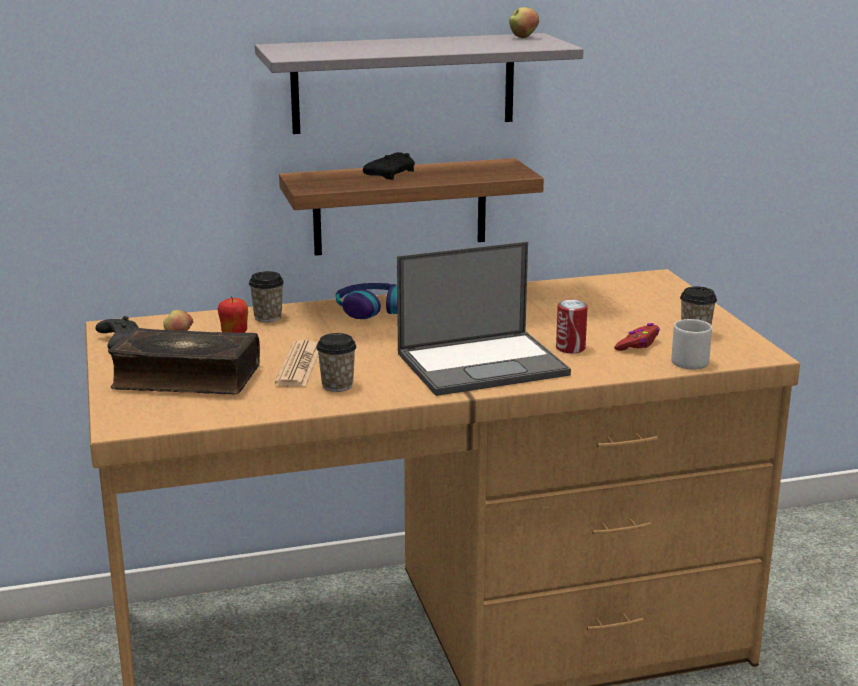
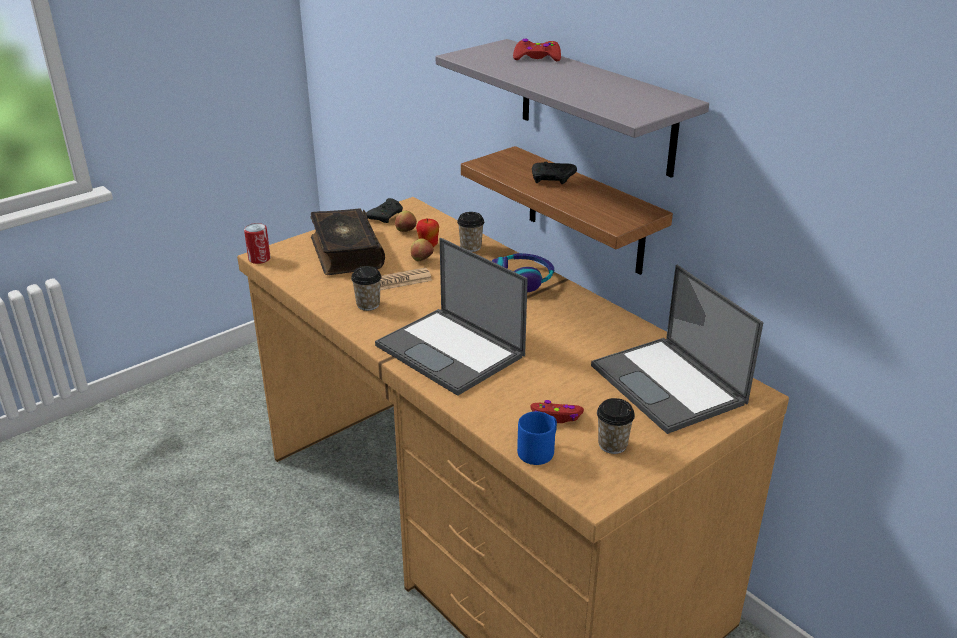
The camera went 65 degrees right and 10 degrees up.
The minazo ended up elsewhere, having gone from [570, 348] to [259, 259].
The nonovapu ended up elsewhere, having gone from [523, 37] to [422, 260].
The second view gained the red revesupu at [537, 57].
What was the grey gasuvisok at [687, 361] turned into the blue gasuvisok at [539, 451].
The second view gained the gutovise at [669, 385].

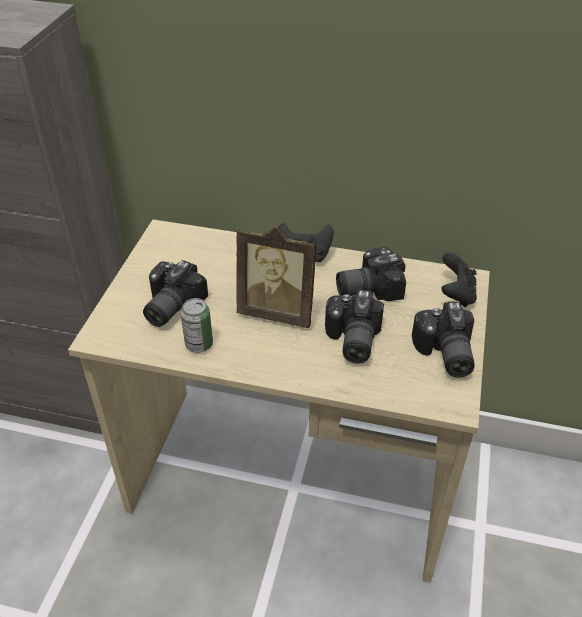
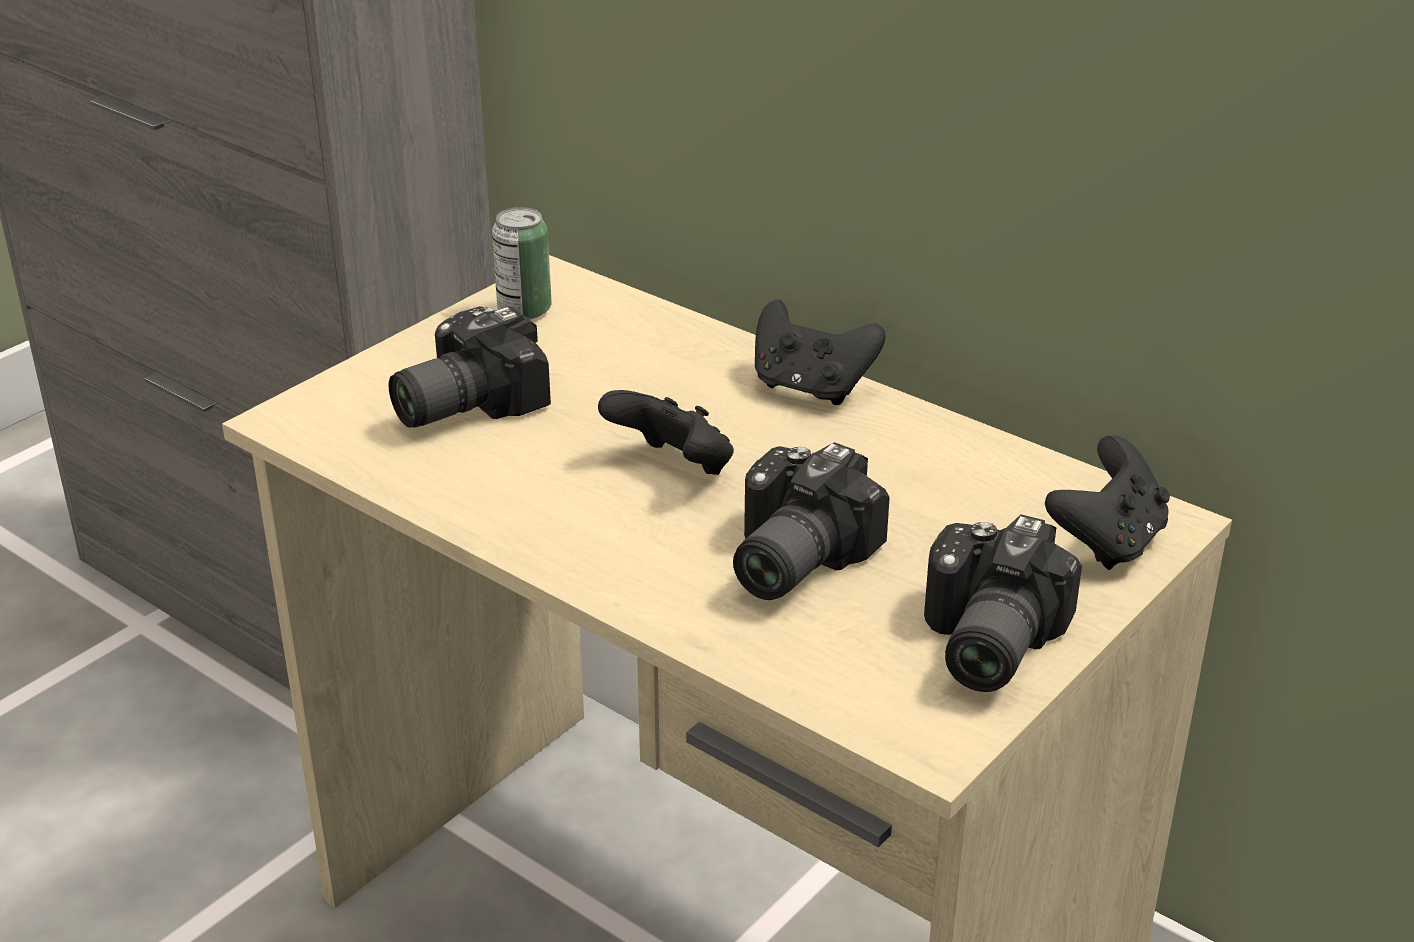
The camera went 25 degrees right and 10 degrees down.
The minazo ended up elsewhere, having gone from [199, 344] to [524, 310].
Where the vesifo stood at [278, 311], the black revesupu came to stand at [673, 468].
The second view lost the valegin at [366, 287].

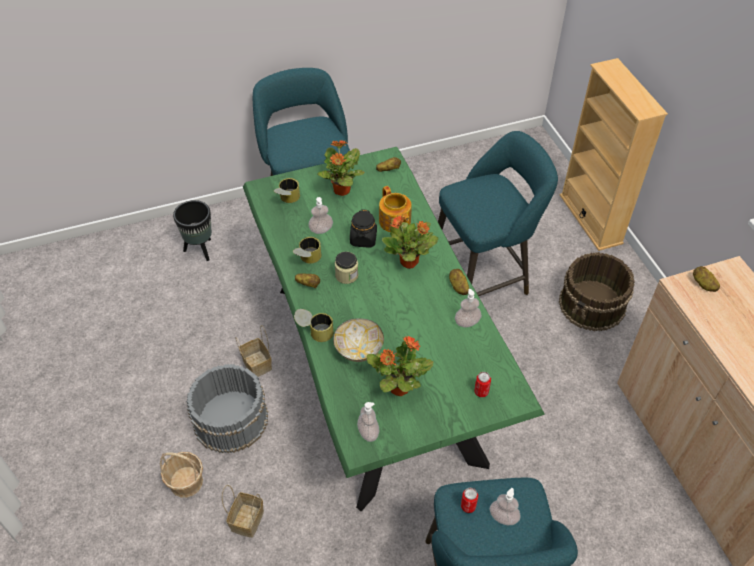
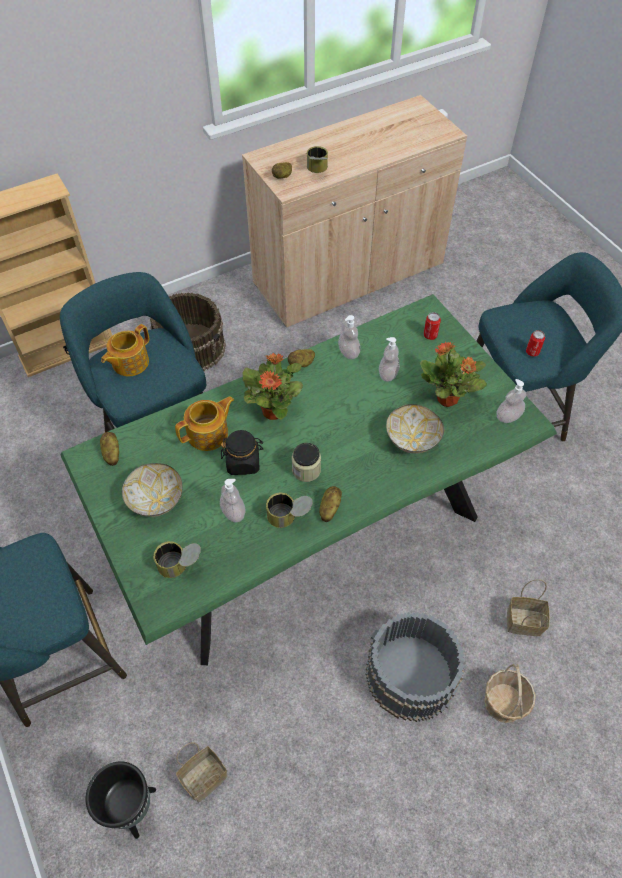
The camera went 100 degrees left and 5 degrees up.
The second view gained the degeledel at [129, 362].
Where the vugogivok stood at [341, 191], the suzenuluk came to stand at [156, 501].
The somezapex ended up elsewhere, having gone from [256, 364] to [204, 779].
The minazo ended up elsewhere, having gone from [315, 332] to [317, 170].
The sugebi ended up elsewhere, having gone from [503, 517] to [388, 374].

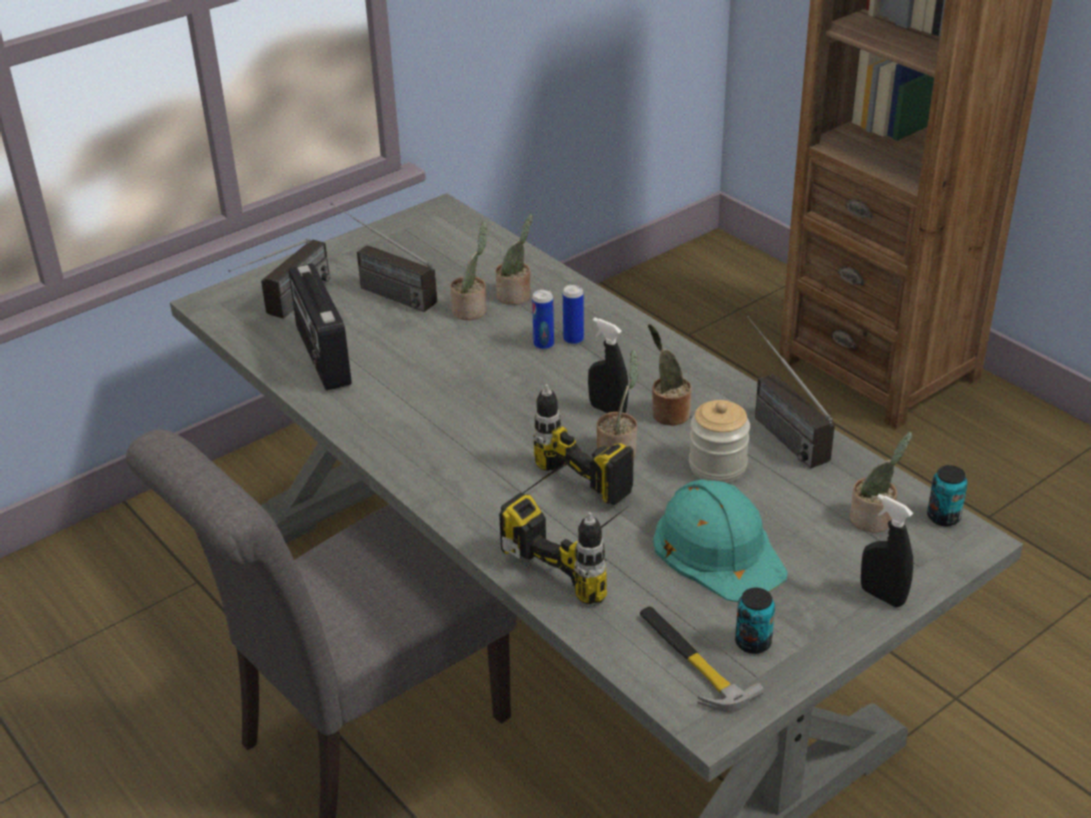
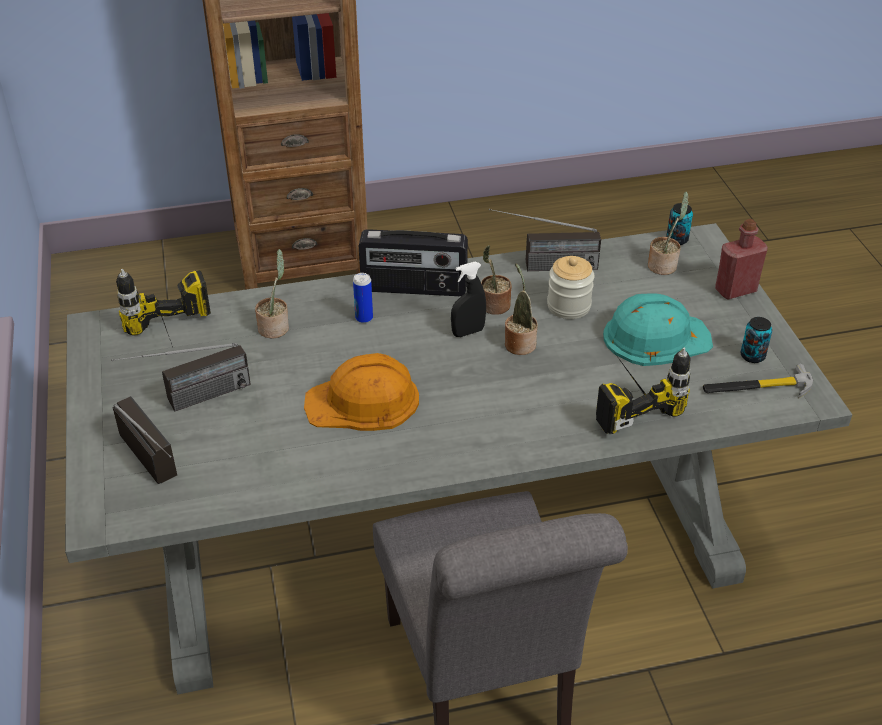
The camera went 65 degrees left and 5 degrees up.
The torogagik ended up elsewhere, having gone from [553, 501] to [173, 341].
The second view gained the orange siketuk at [363, 402].
The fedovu ended up elsewhere, having gone from [322, 357] to [414, 288].
Where the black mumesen stood at [882, 596], the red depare came to stand at [735, 290].
The second view lost the vugogivok at [472, 310].
The second view lost the minazo at [543, 345].

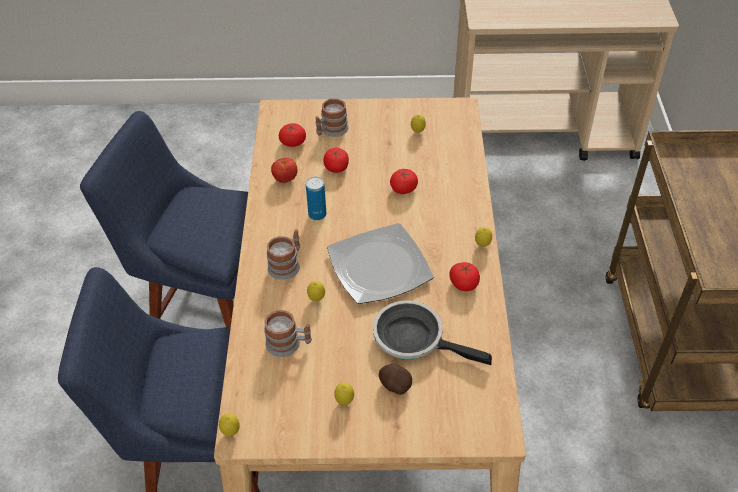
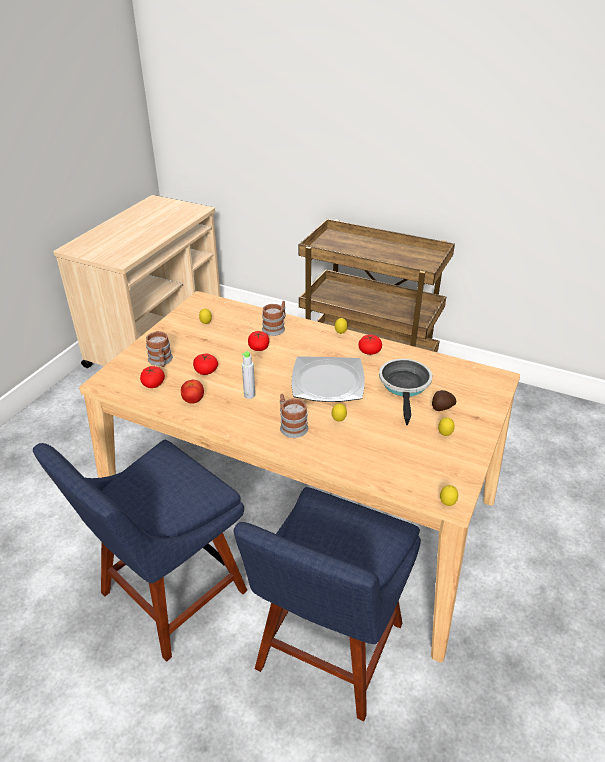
The camera went 65 degrees left and 10 degrees down.
Where the minazo stood at [317, 214], the grey depare came to stand at [249, 395].
The gasuvisok ended up elsewhere, having gone from [289, 344] to [276, 327].
The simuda at [414, 339] ended up facing another way, 135 degrees clockwise from before.

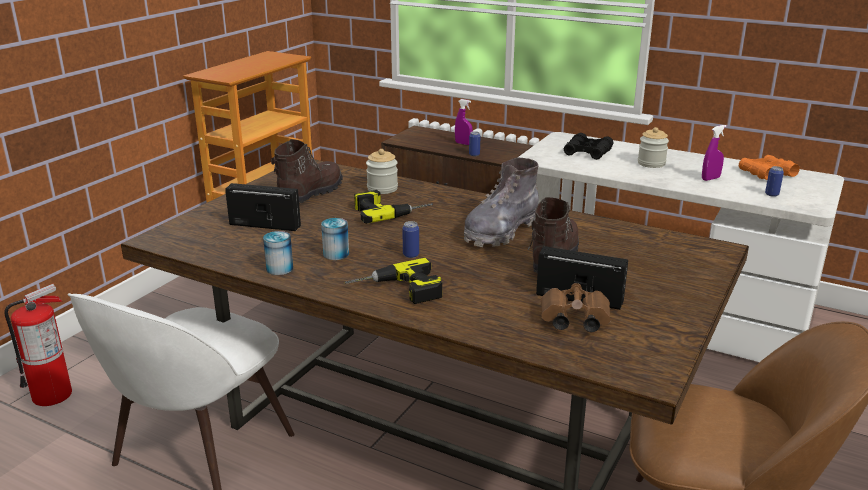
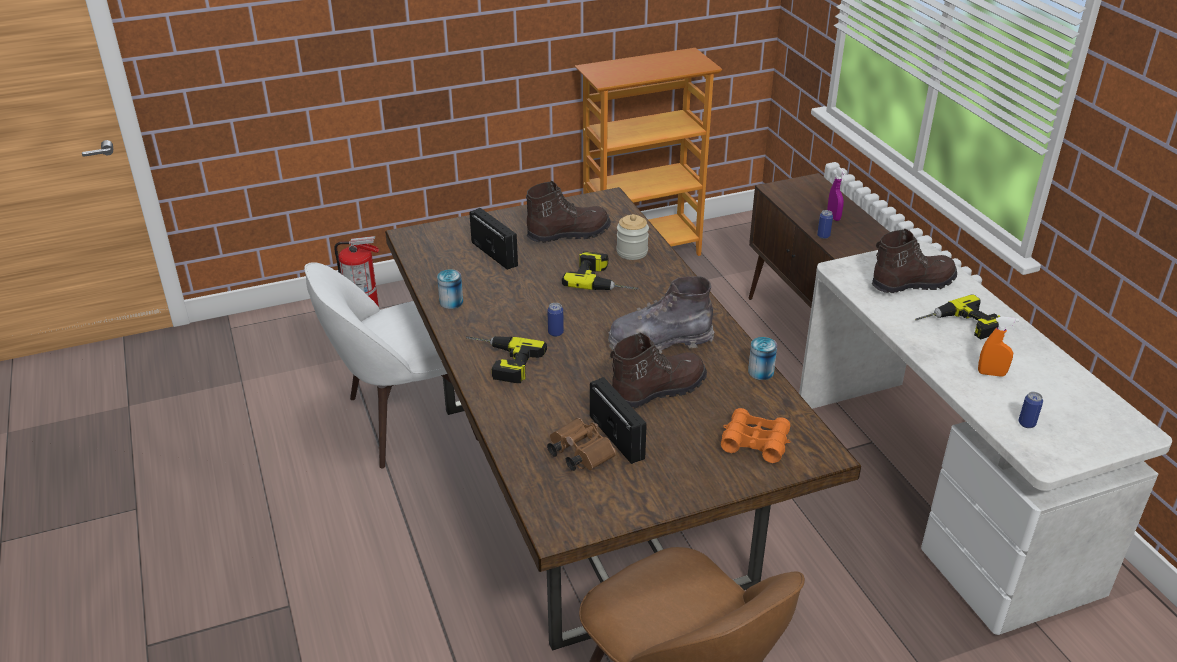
The camera went 40 degrees right and 10 degrees up.
The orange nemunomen ended up elsewhere, having gone from [766, 174] to [755, 442].
The minazo ended up elsewhere, having gone from [336, 254] to [761, 372].
Where the black nemunomen stood at [587, 152], the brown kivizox came to stand at [911, 284].
Where the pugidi stood at [651, 163], the torogagik came to stand at [958, 326].
What was the purple mumesen at [710, 179] turned into the orange mumesen at [991, 373].

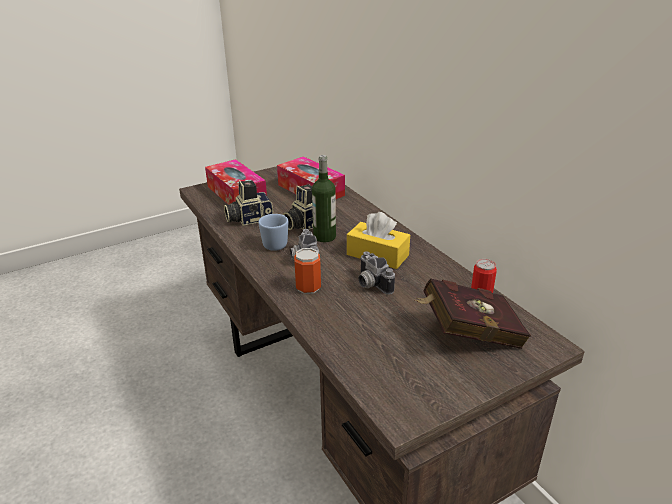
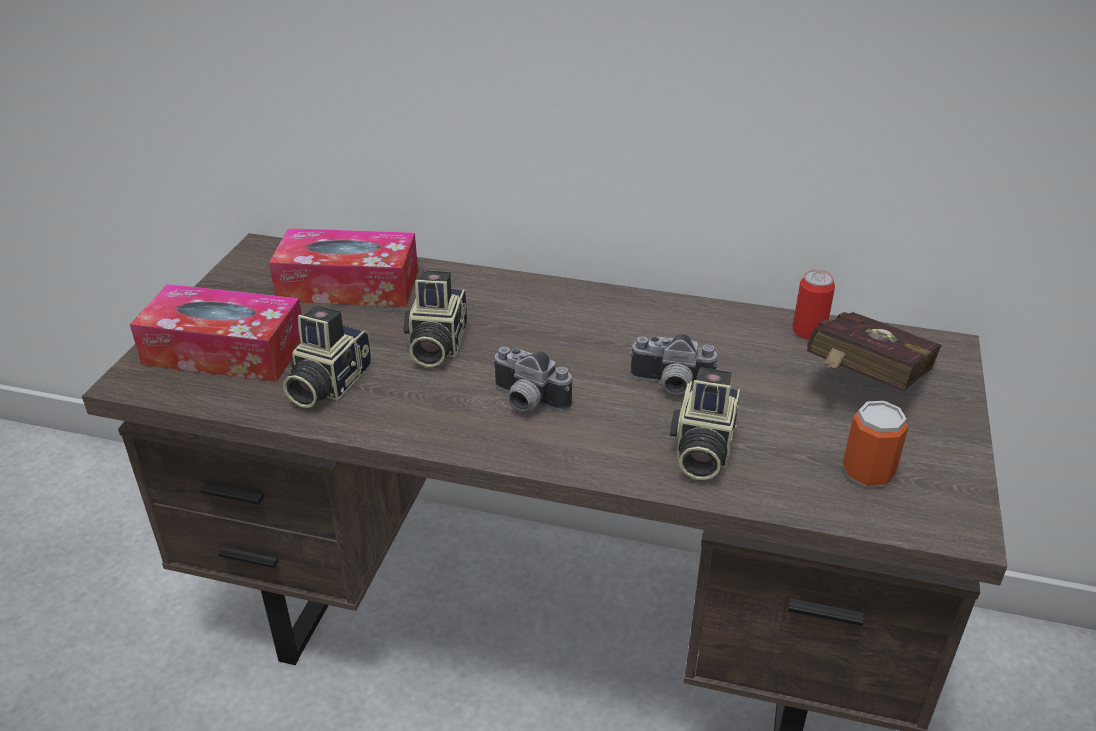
The camera went 45 degrees left and 5 degrees up.
The second view gained the valegin at [701, 450].
The minazo ended up elsewhere, having gone from [308, 287] to [867, 473].
The second view lost the blue gasuvisok at [272, 244].
The second view lost the depare at [324, 237].
The second view lost the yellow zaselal at [377, 255].

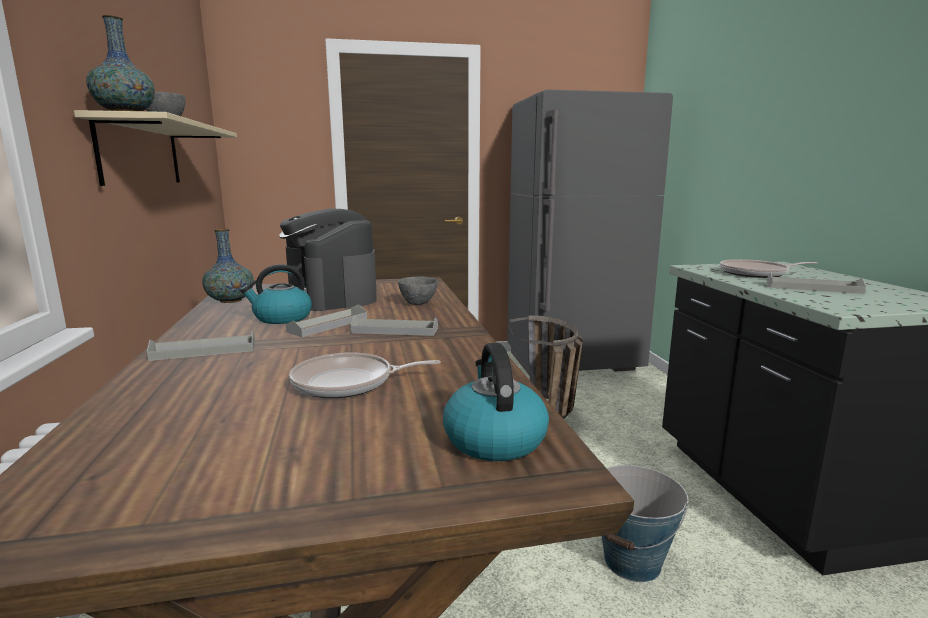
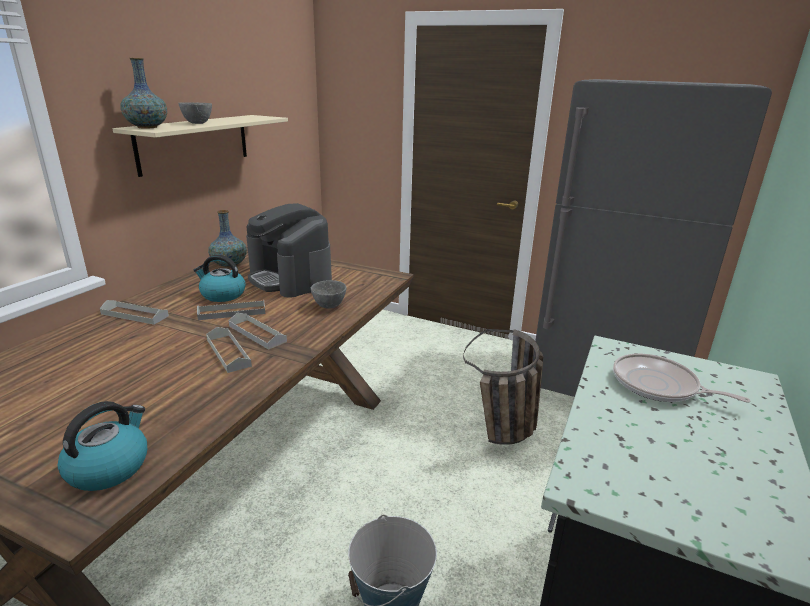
The camera went 35 degrees right and 10 degrees up.
The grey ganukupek ended up elsewhere, having gone from [813, 288] to [228, 352].
The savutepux at [330, 297] ended up facing another way, 45 degrees counterclockwise from before.
The second view lost the simuda at [348, 383].

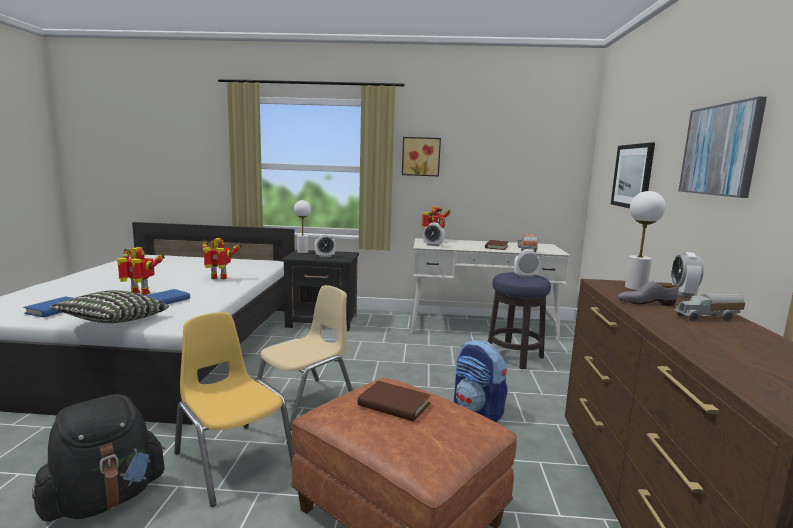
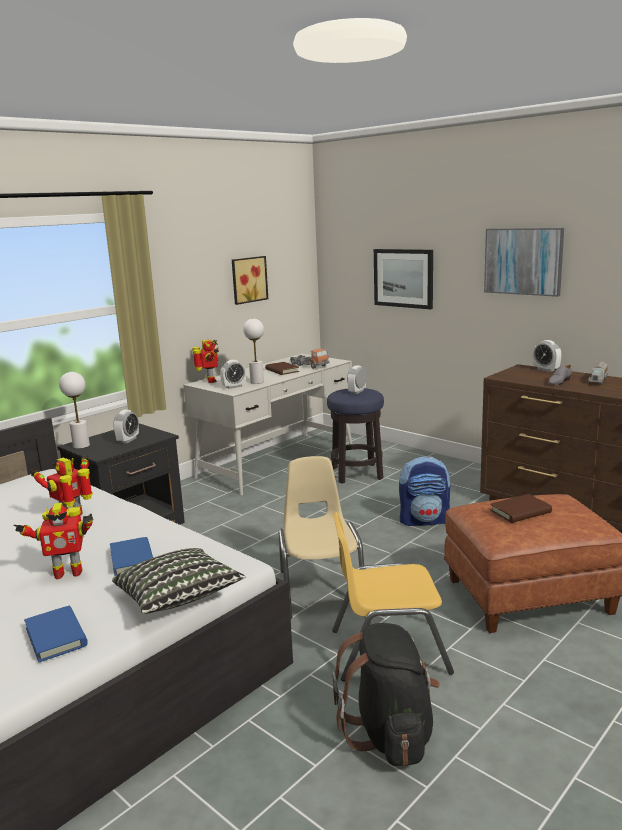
The camera went 50 degrees left and 5 degrees up.
The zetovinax at [140, 293] ended up facing another way, 150 degrees counterclockwise from before.
The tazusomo ended up elsewhere, having gone from [421, 156] to [248, 279].
The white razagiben ended up elsewhere, having gone from [636, 288] to [257, 382].

